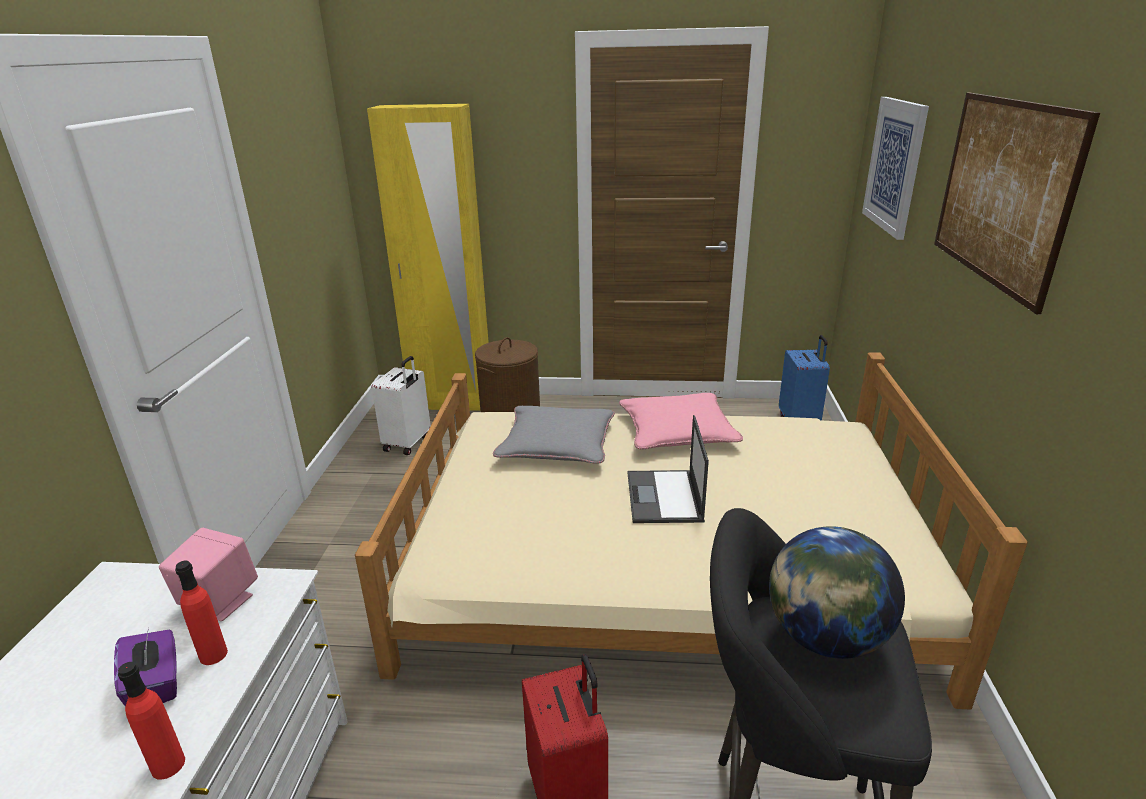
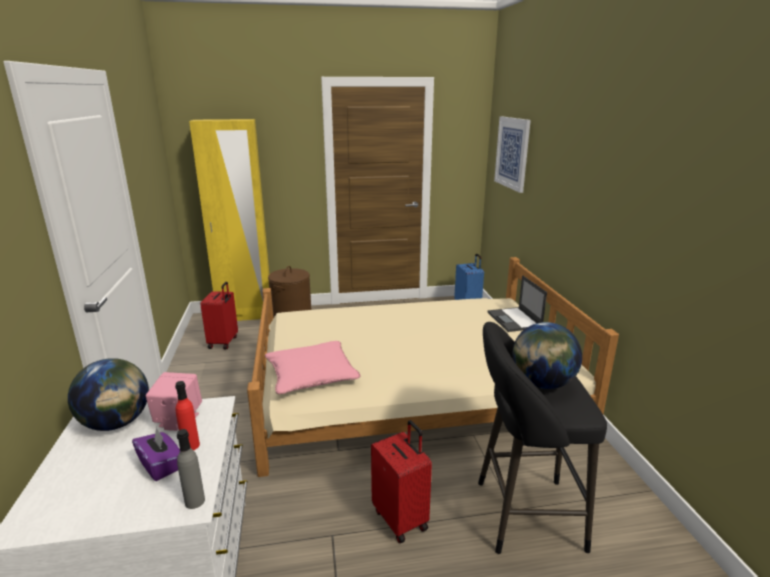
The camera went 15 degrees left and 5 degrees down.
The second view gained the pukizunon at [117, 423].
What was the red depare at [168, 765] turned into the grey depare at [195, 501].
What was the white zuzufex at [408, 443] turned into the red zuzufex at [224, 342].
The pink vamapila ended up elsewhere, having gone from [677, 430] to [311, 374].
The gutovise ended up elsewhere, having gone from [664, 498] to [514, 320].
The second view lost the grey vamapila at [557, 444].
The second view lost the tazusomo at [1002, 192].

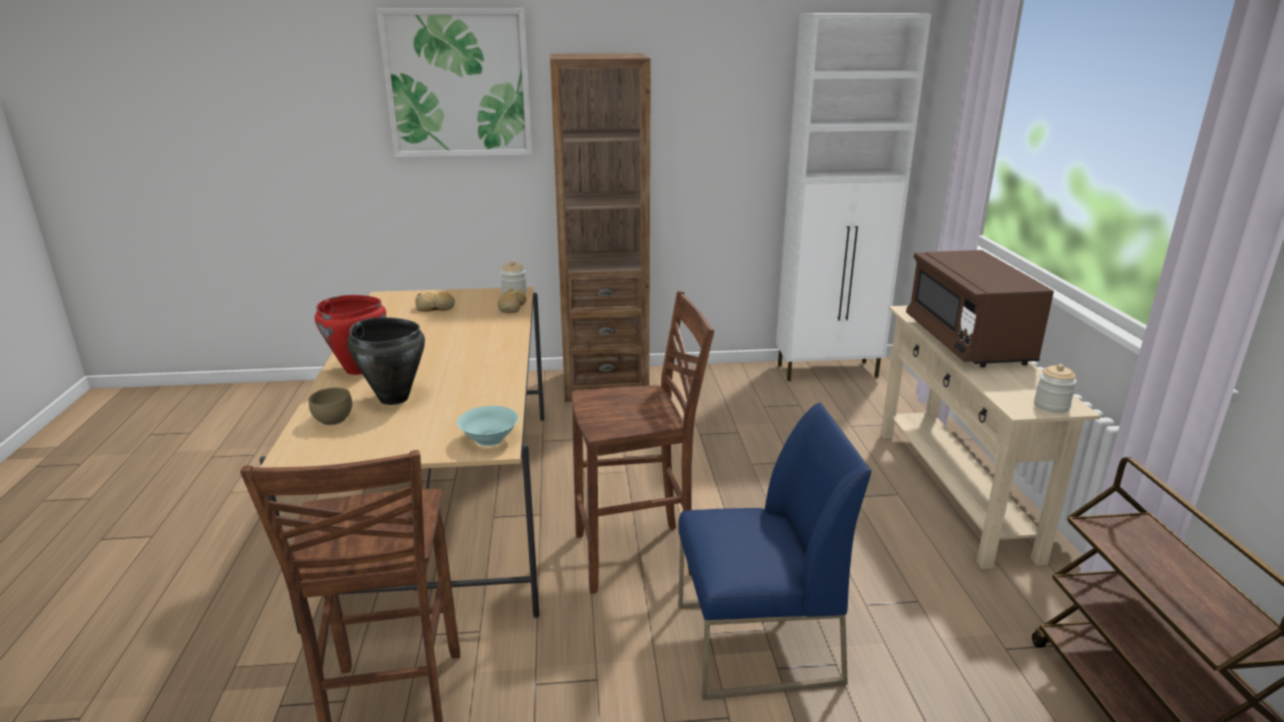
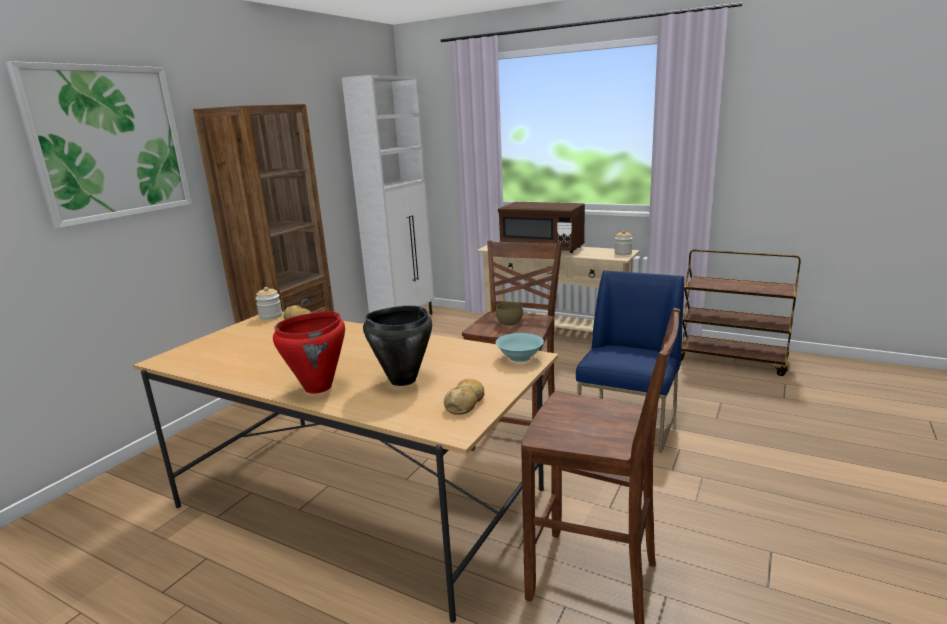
The camera went 55 degrees left and 5 degrees down.
The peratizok ended up elsewhere, having gone from [435, 308] to [465, 403].
The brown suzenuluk ended up elsewhere, having gone from [332, 420] to [509, 324].

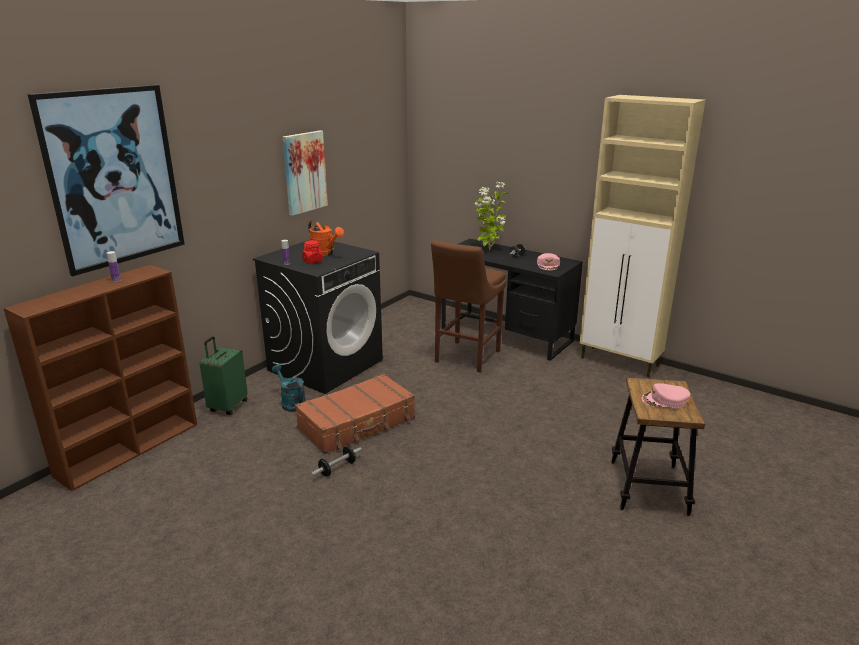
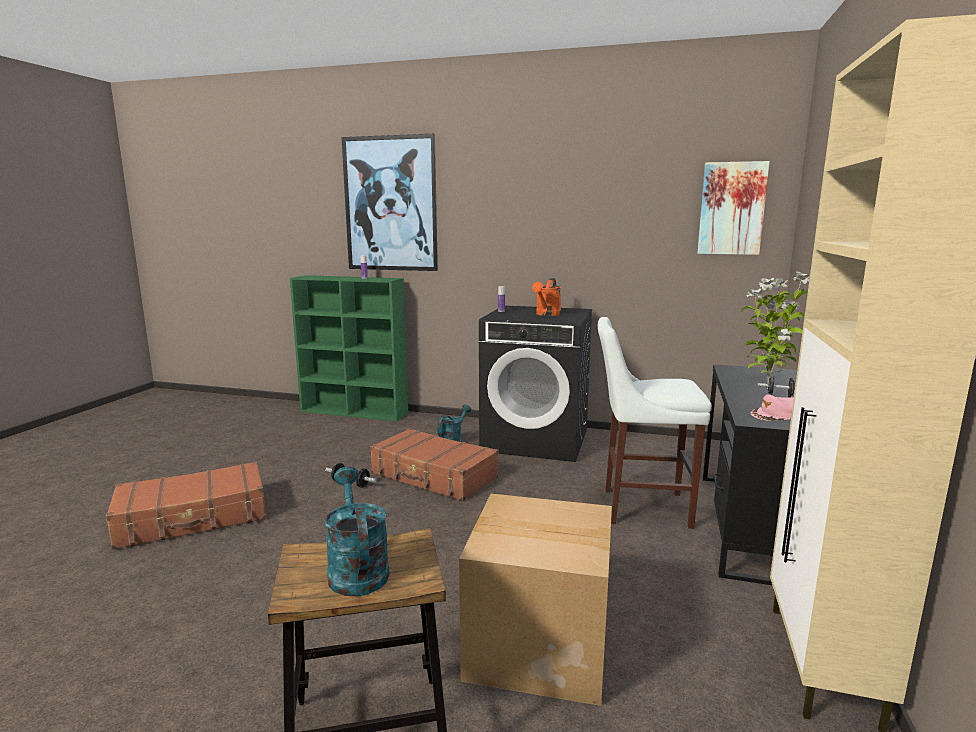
The camera went 70 degrees right and 10 degrees down.
The second view gained the brown zuzufex at [193, 518].
What was the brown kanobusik at [130, 448] turned into the green kanobusik at [355, 412].
Where the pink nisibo stood at [665, 400], the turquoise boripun came to stand at [356, 569].
The second view gained the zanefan at [538, 644].
What was the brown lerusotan at [465, 358] turned into the white lerusotan at [640, 507].
The tazusomo ended up elsewhere, having gone from [304, 172] to [731, 209].
The second view lost the green zuzufex at [227, 406].
The second view lost the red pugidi at [312, 261].

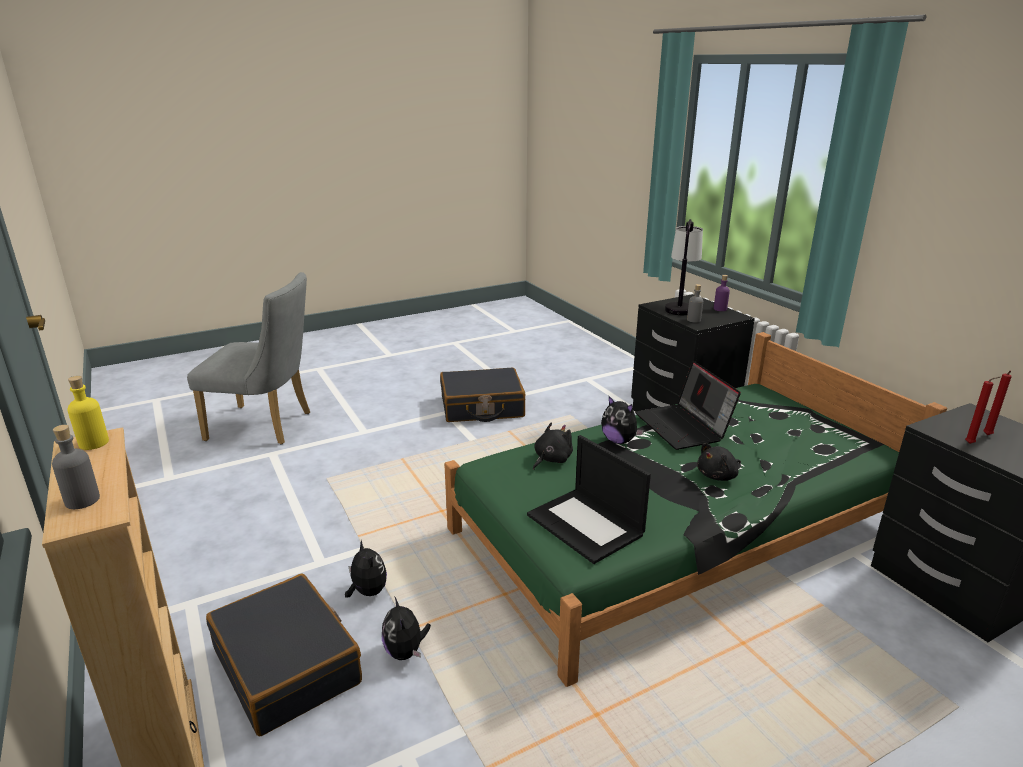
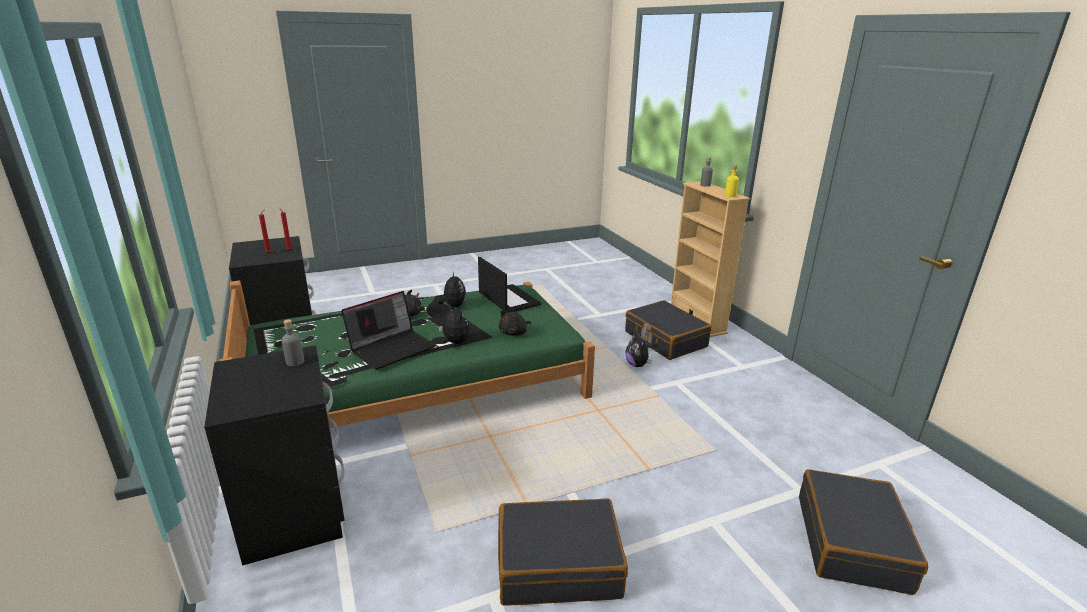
The camera went 175 degrees left and 0 degrees up.
The gutovise at [684, 427] ended up facing another way, 60 degrees clockwise from before.
The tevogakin ended up elsewhere, having gone from [406, 652] to [453, 306].
Where the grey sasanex stood at [267, 426], the black zuzufex came to stand at [852, 543].
The second view lost the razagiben at [679, 306].
The second view lost the purple depare at [720, 309].

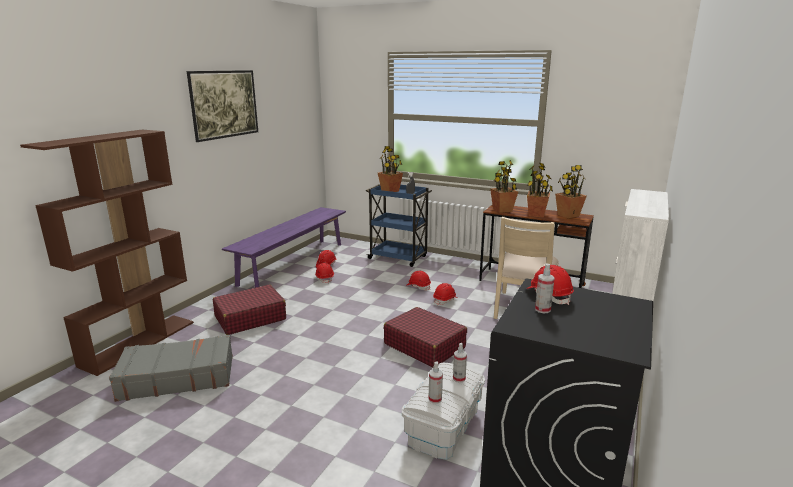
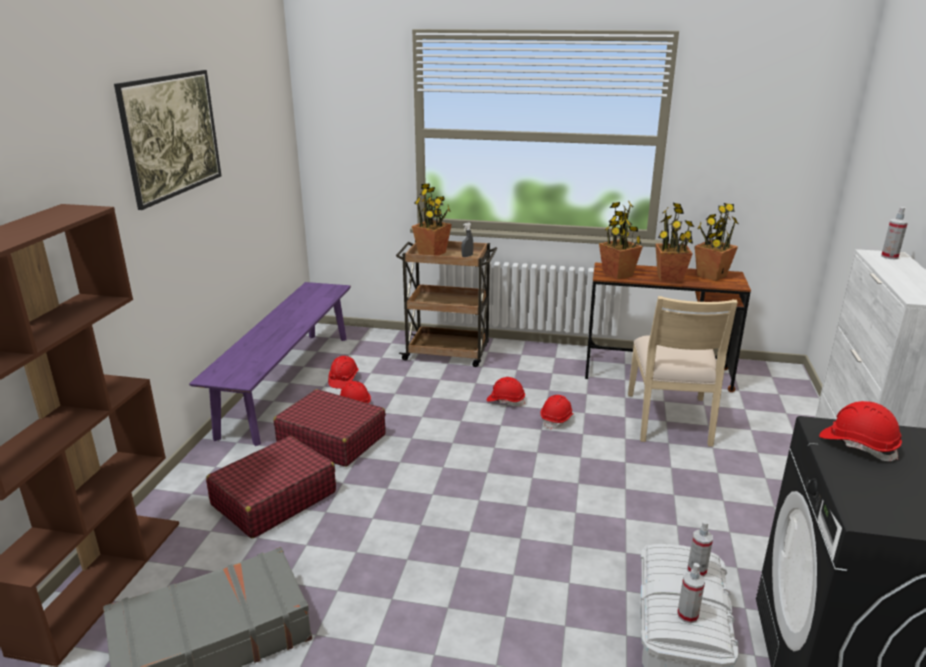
The camera went 15 degrees left and 5 degrees up.
The red zuzufex ended up elsewhere, having gone from [424, 346] to [331, 439].
What was the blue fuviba at [398, 258] turned into the brown fuviba at [448, 353].
The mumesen ended up elsewhere, having gone from [542, 309] to [889, 256].

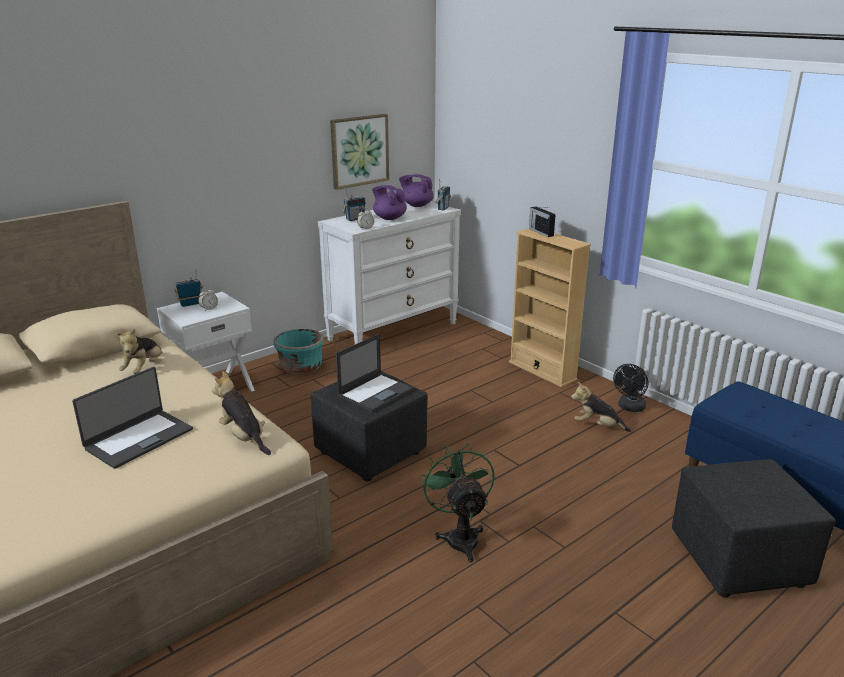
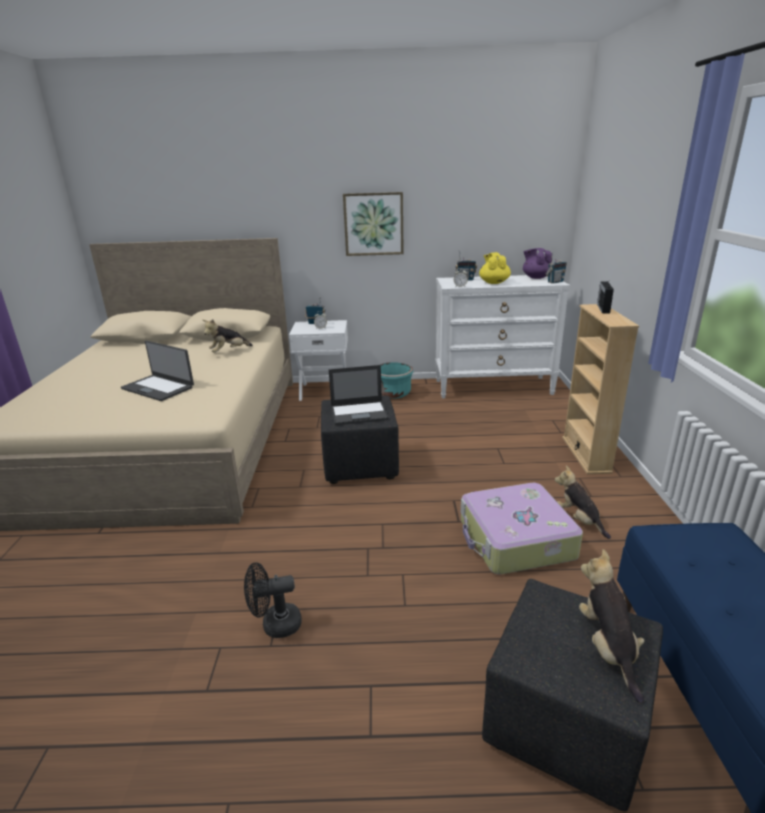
The camera went 40 degrees right and 0 degrees up.
The gutovise at [138, 438] ended up facing another way, 45 degrees clockwise from before.
The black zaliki ended up elsewhere, having gone from [630, 408] to [275, 625].
The tazusomo ended up elsewhere, having gone from [359, 151] to [373, 224].
The second view gained the zuzufex at [515, 540].
What was the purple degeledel at [389, 218] turned into the yellow degeledel at [494, 282].
The tevogakin ended up elsewhere, having gone from [244, 437] to [607, 647].
The second view lost the green zaliki at [460, 536].

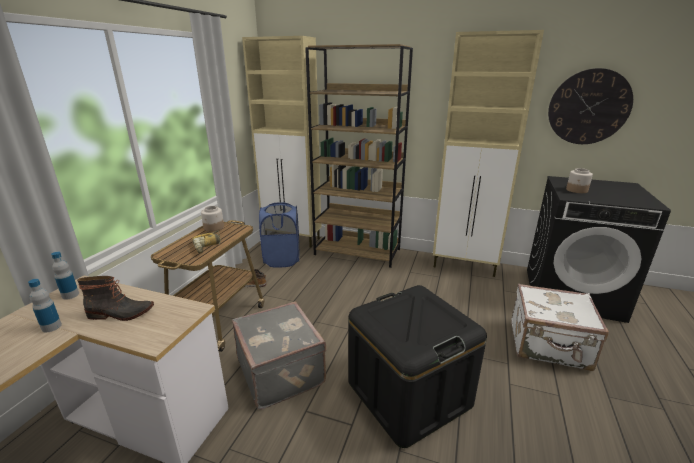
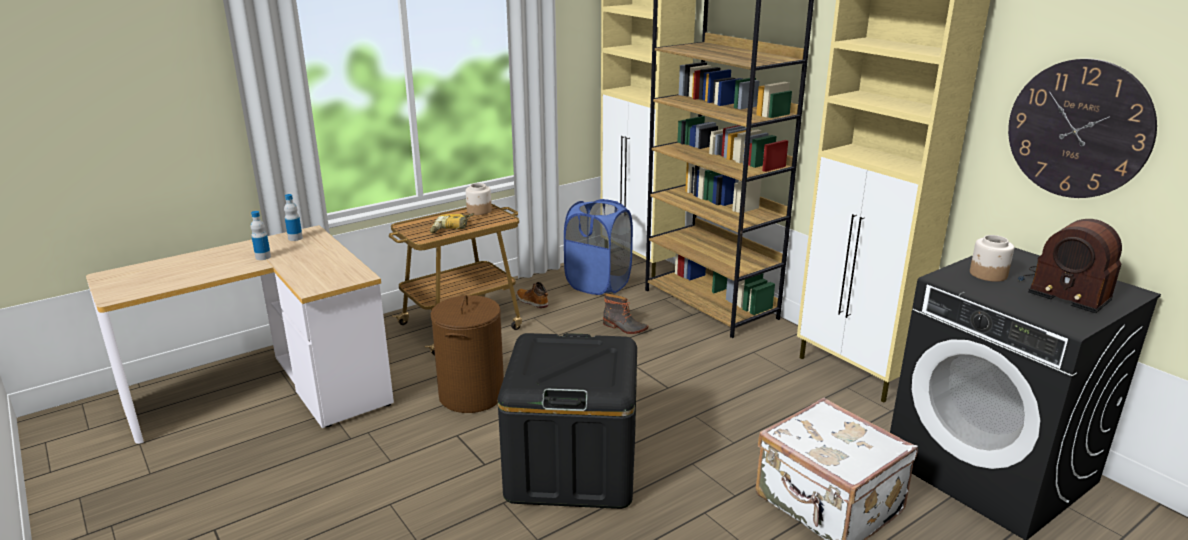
The camera went 35 degrees right and 0 degrees up.
Where the grey zuzufex stood at [282, 371], the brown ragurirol came to stand at [471, 395].
The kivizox ended up elsewhere, having gone from [120, 314] to [624, 328].
The second view gained the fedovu at [1063, 289].

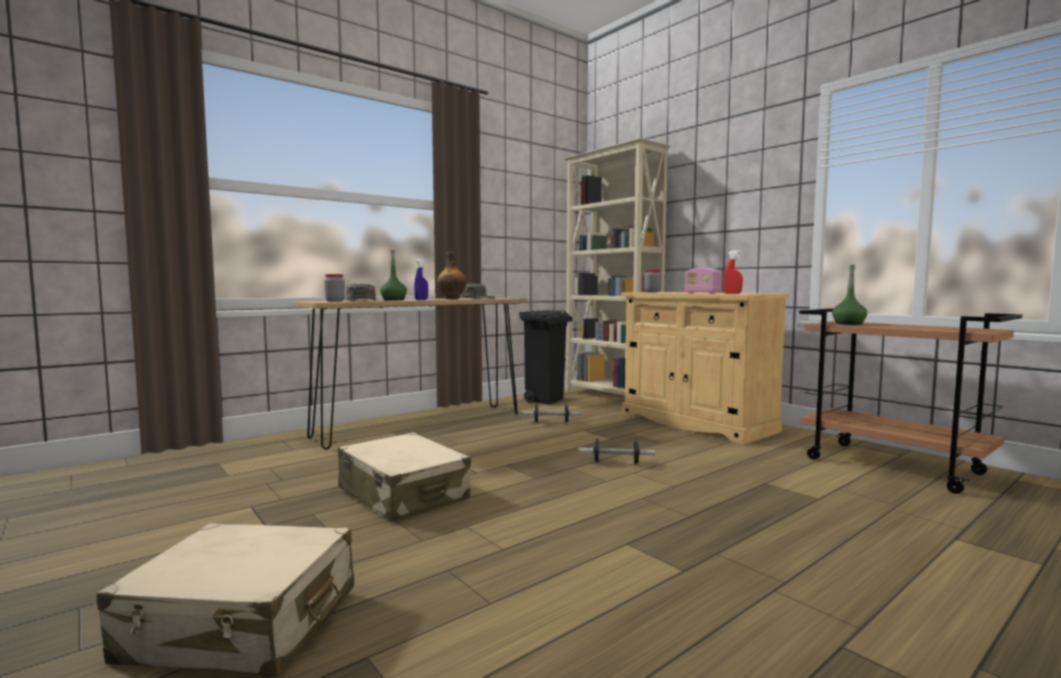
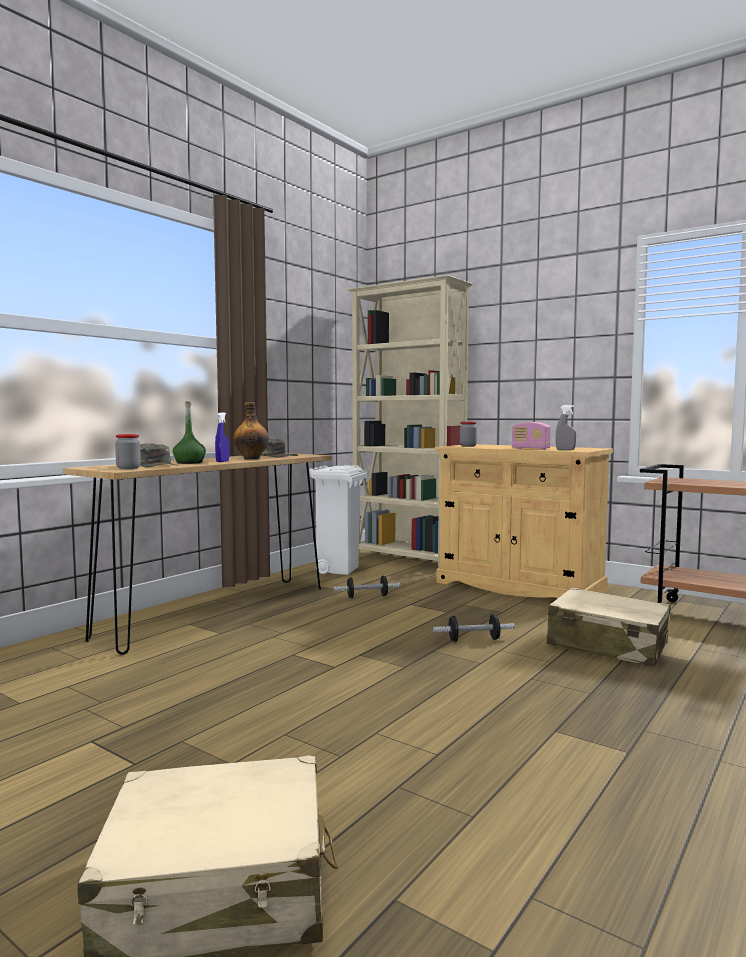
The camera went 15 degrees left and 0 degrees up.
What was the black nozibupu at [545, 400] turned into the white nozibupu at [339, 570].
The beige zuzufex ended up elsewhere, having gone from [403, 494] to [607, 645].
What was the red mumesen at [732, 293] turned into the grey mumesen at [565, 450].
The second view lost the green depare at [848, 324].

